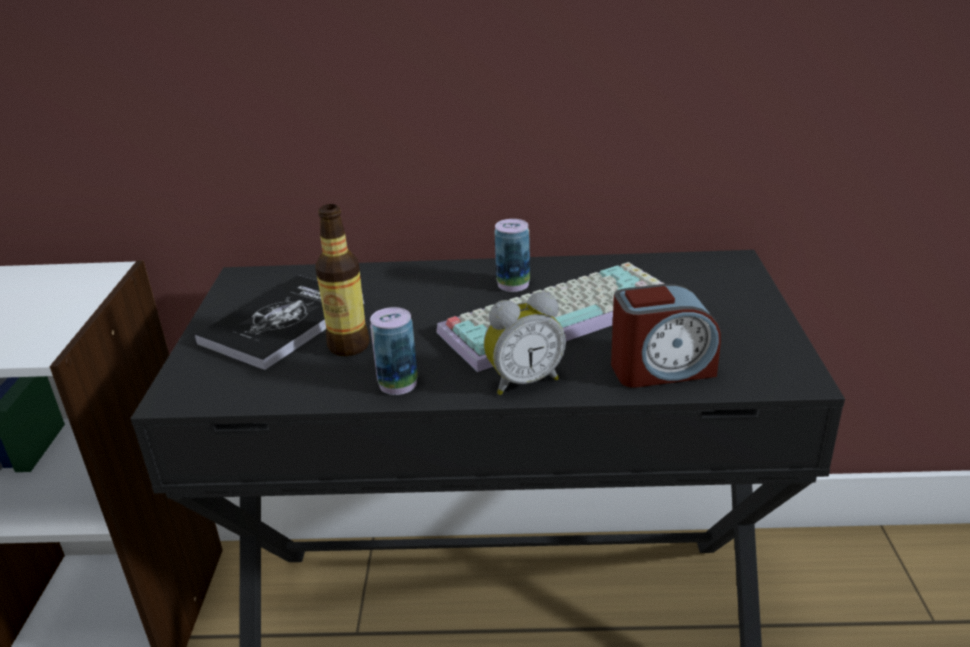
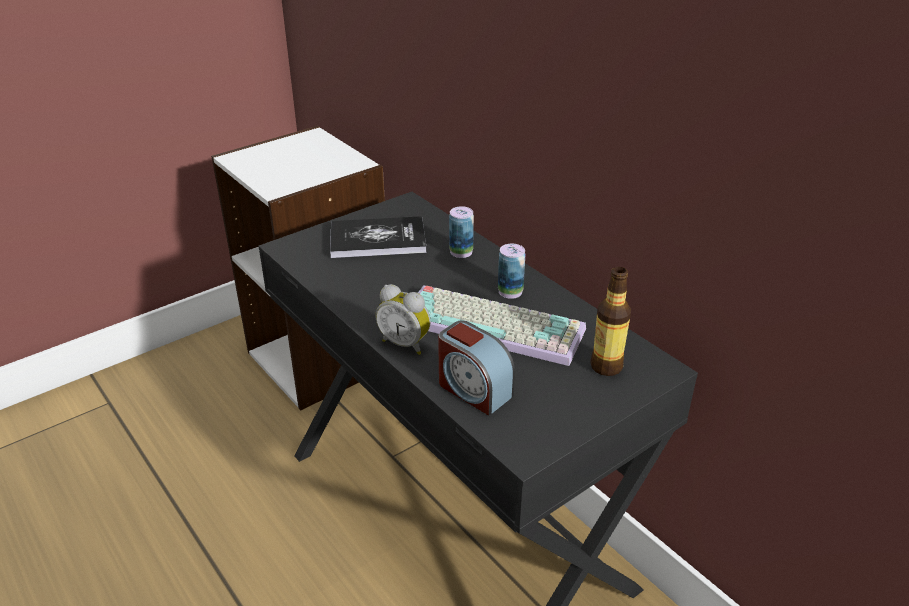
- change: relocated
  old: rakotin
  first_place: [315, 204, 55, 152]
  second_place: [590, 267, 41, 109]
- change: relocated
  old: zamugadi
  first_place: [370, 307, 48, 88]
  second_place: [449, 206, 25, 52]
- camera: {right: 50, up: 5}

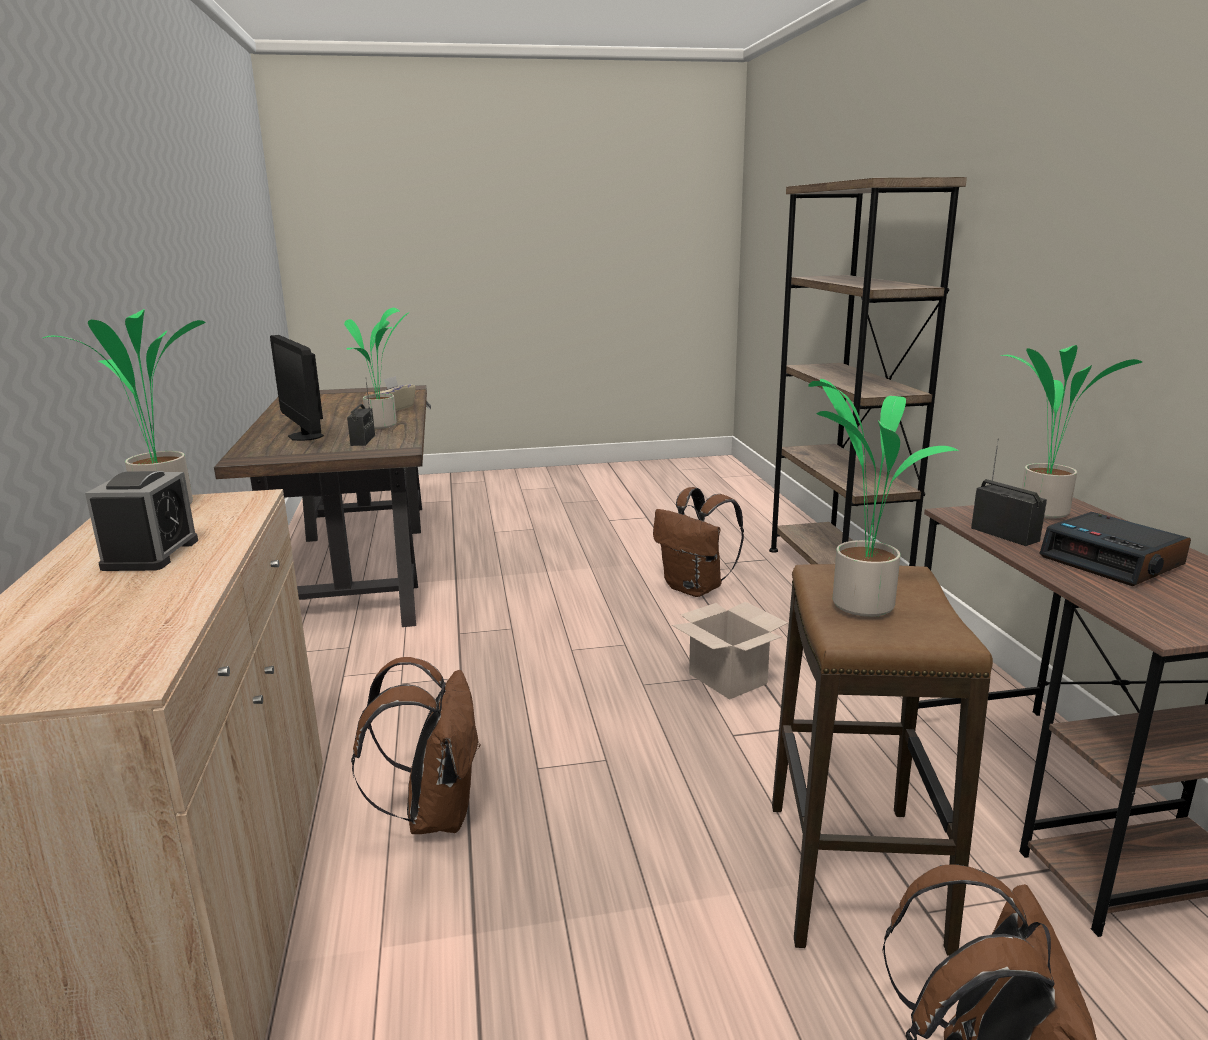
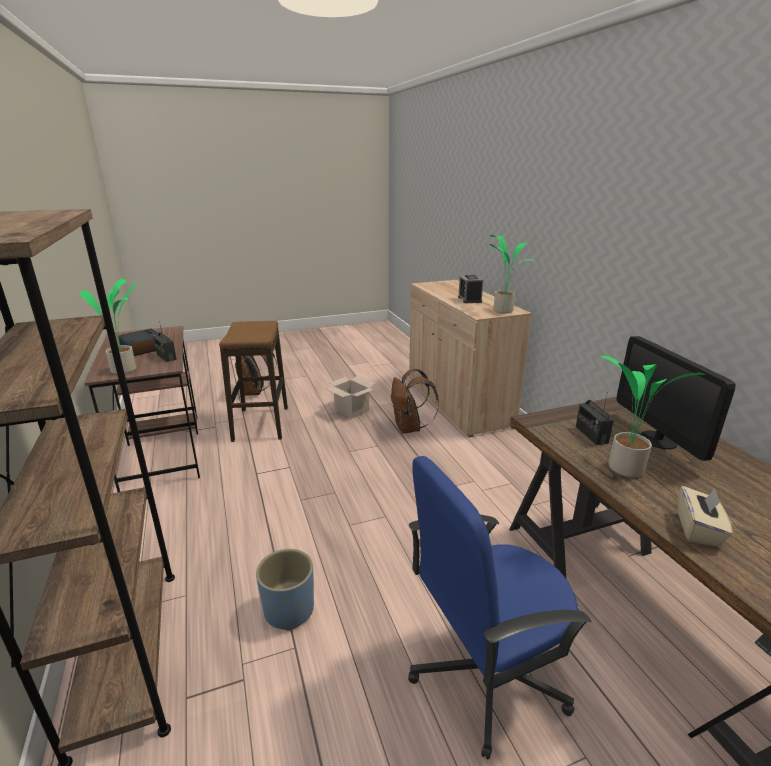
- change: spun
  old: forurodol
  first_place: [270, 335, 54, 106]
  second_place: [616, 336, 119, 125]
  degrees: -150
- change: missing
  old: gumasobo
  first_place: [808, 379, 151, 238]
- change: exchanged
  old: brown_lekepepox
  new: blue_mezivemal
  first_place: [653, 487, 91, 110]
  second_place: [256, 549, 58, 82]
- change: relocated
  old: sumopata
  first_place: [672, 602, 116, 98]
  second_place: [325, 375, 51, 43]
- change: appeared
  new: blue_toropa
  second_place: [408, 456, 184, 303]
- camera: {right: 170, up: 5}

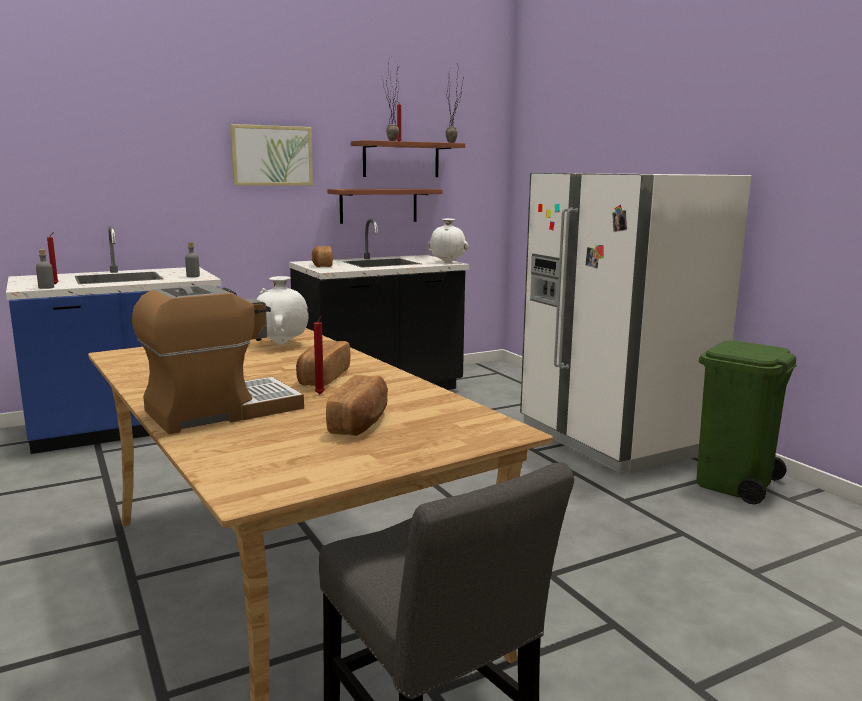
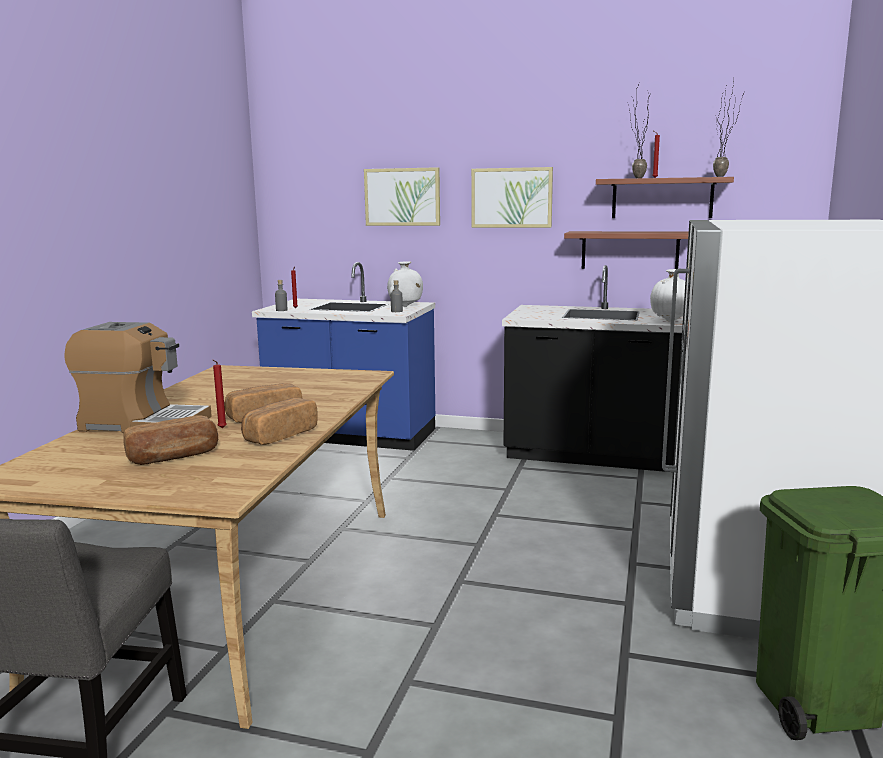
- change: relocated
  old: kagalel
  first_place: [312, 246, 21, 21]
  second_place: [241, 398, 77, 47]
- change: relocated
  old: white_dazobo
  first_place: [257, 276, 51, 69]
  second_place: [387, 261, 36, 46]
- change: appeared
  new: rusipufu
  second_place: [364, 167, 76, 59]
- camera: {right: 45, up: 0}

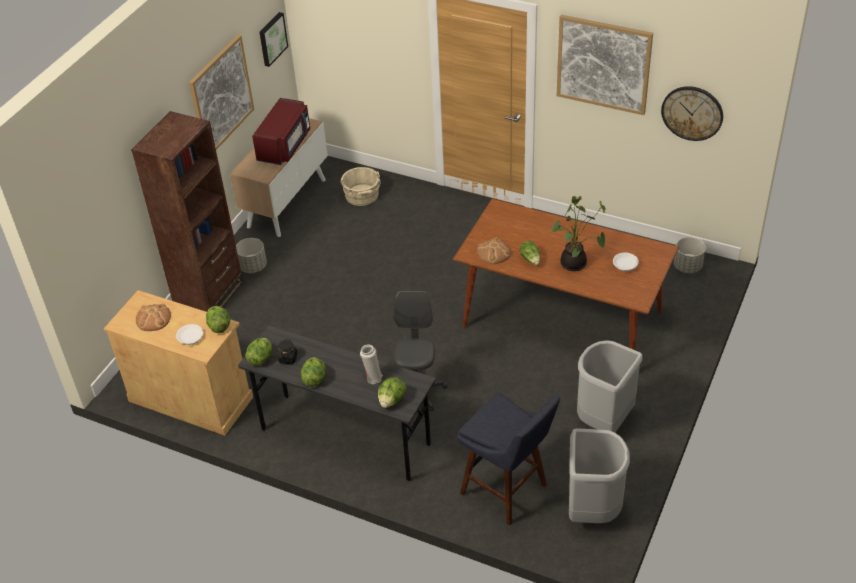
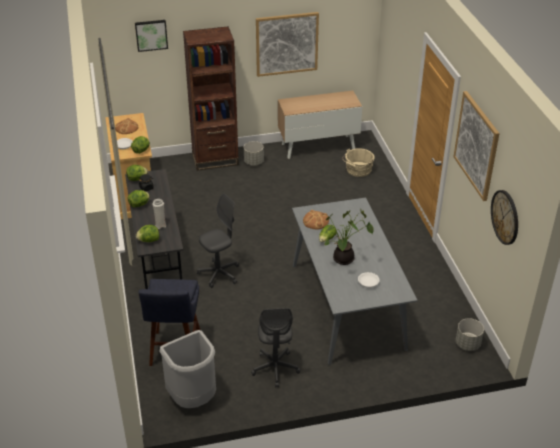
- change: relocated
  old: rusipufu
  first_place: [259, 12, 29, 55]
  second_place: [135, 20, 33, 32]
- change: missing
  old: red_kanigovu
  first_place: [252, 98, 58, 67]
- change: colour
  old: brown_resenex
  new: grey_resenex
  first_place: [453, 199, 226, 151]
  second_place: [292, 198, 126, 167]
- change: exchanged
  old: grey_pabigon
  new: grey_toropa
  first_place: [577, 340, 66, 92]
  second_place: [251, 308, 50, 79]
- camera: {right: 50, up: -5}

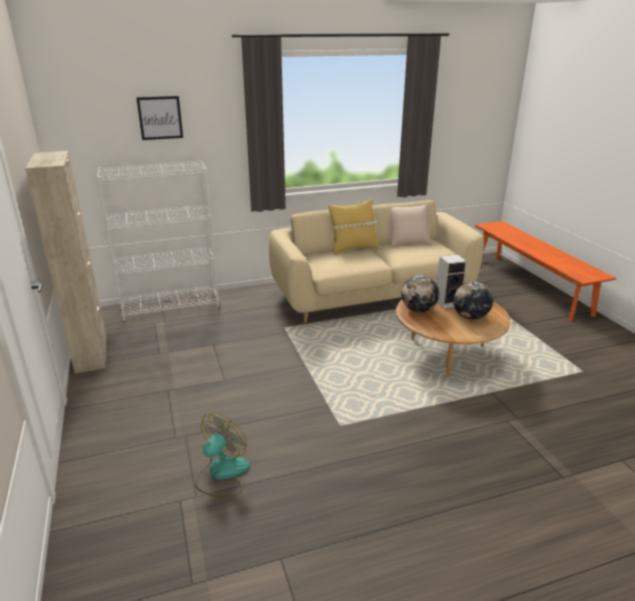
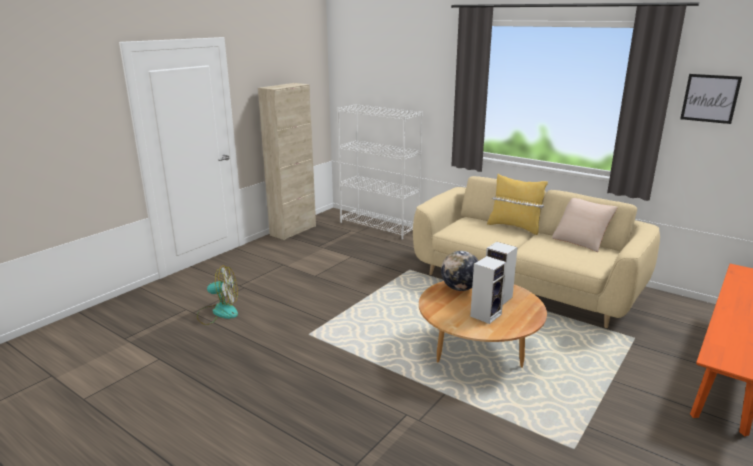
- change: relocated
  old: rusipufu
  first_place: [136, 96, 47, 44]
  second_place: [680, 74, 62, 50]
- change: exchanged
  old: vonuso
  new: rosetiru
  first_place: [453, 281, 40, 39]
  second_place: [470, 256, 37, 68]
- camera: {right: 55, up: -5}

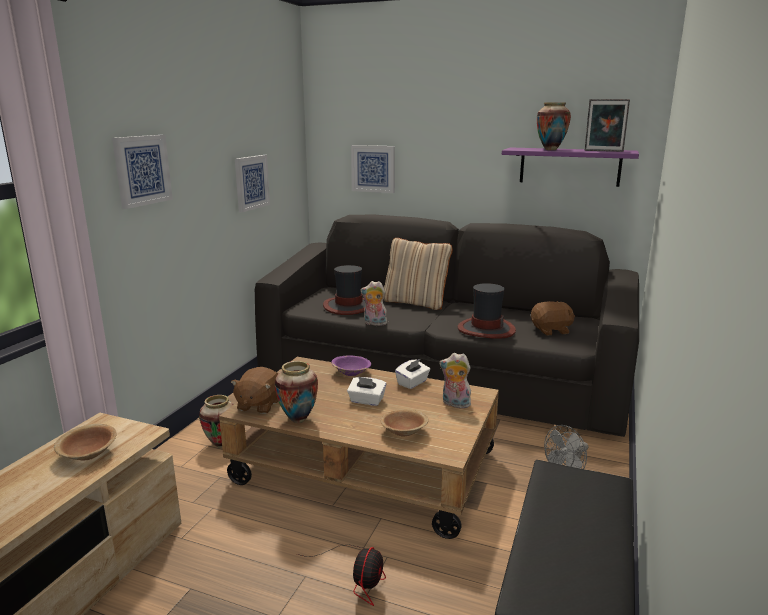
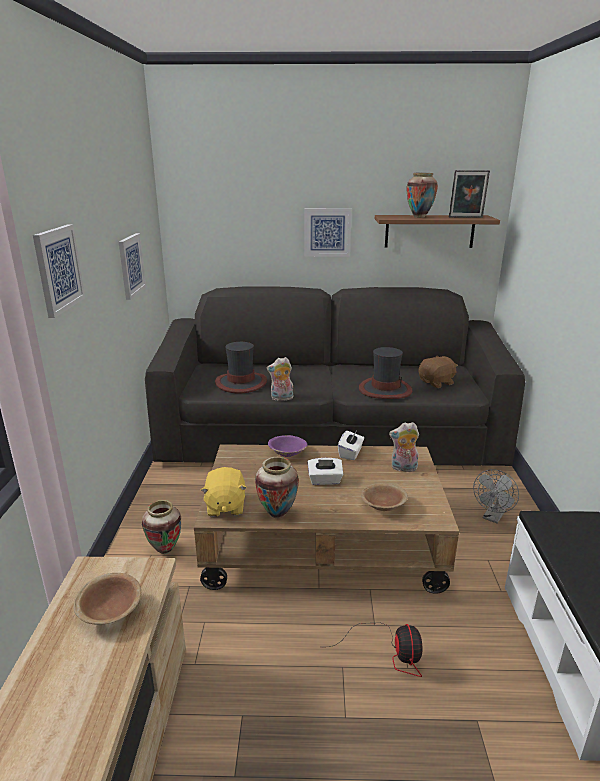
- change: relocated
  old: rusipufu
  first_place: [351, 145, 44, 48]
  second_place: [304, 208, 48, 49]
- change: colour
  old: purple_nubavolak
  new: brown_nubavolak
  first_place: [502, 148, 137, 39]
  second_place: [375, 215, 125, 33]
- change: missing
  old: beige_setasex
  first_place: [383, 238, 70, 72]
- change: colour
  old: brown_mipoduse
  new: yellow_mipoduse
  first_place: [231, 367, 47, 47]
  second_place: [201, 467, 46, 50]
- camera: {right: -20, up: 5}

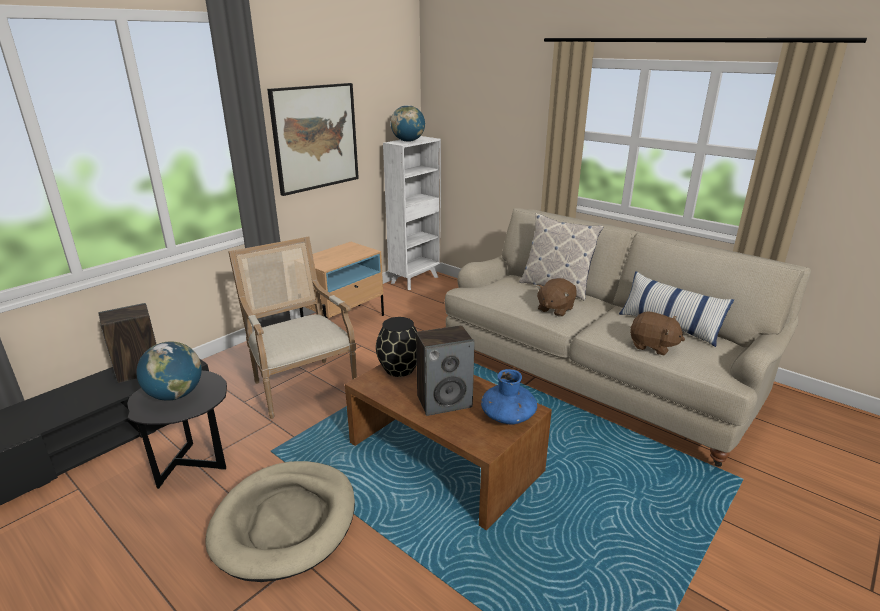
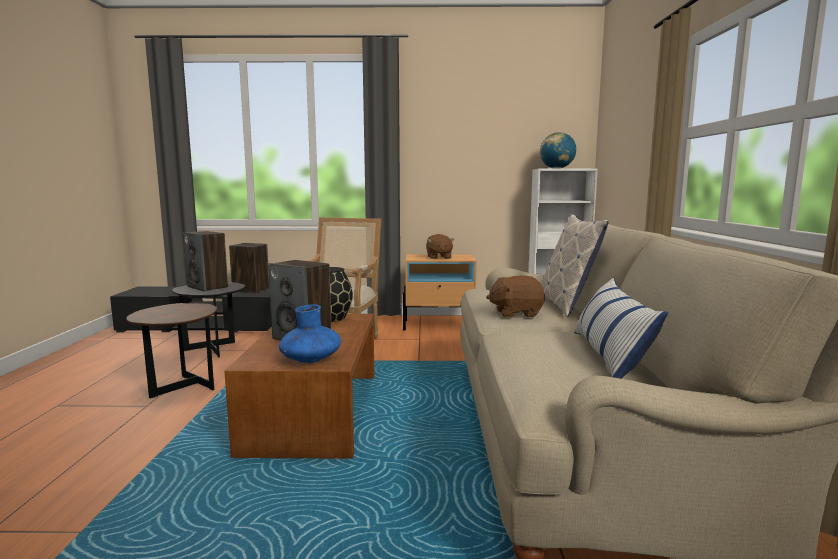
- change: missing
  old: rusipufu
  first_place: [267, 83, 92, 113]
- change: relocated
  old: brown_mipoduse
  first_place: [630, 311, 55, 44]
  second_place: [426, 234, 29, 25]
- change: exchanged
  old: vonuso
  new: rosetiru
  first_place: [136, 341, 66, 60]
  second_place: [183, 231, 45, 60]
- change: exchanged
  old: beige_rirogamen
  new: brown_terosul
  first_place: [205, 461, 150, 121]
  second_place: [126, 303, 91, 96]
- camera: {right: 50, up: -15}

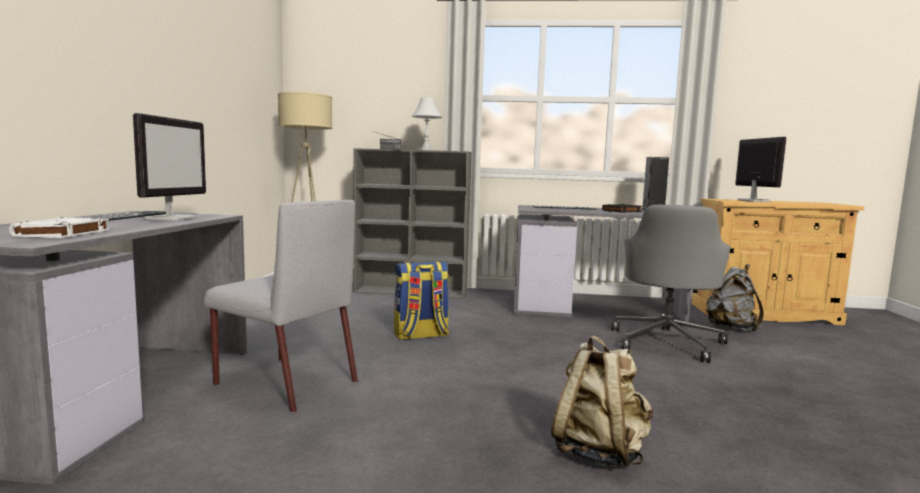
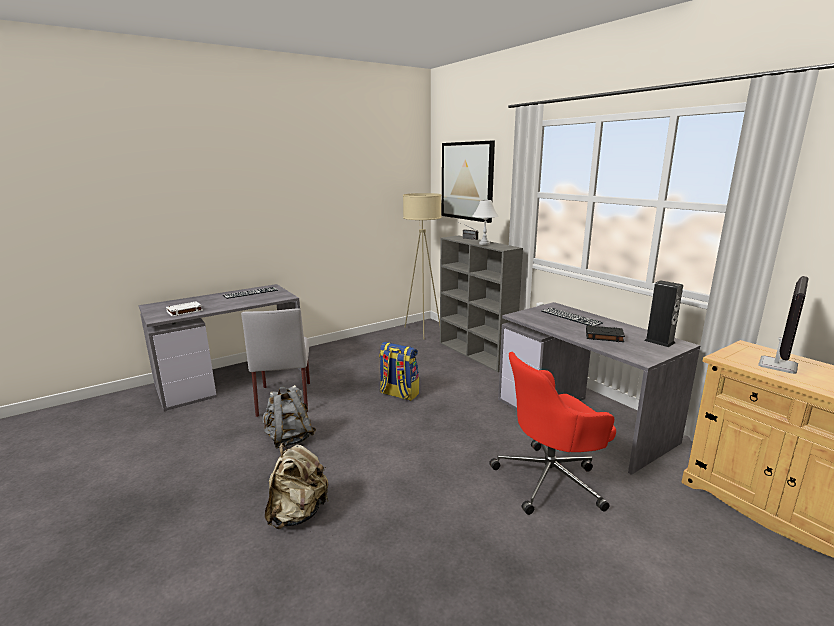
- change: missing
  old: forurodol
  first_place: [133, 113, 73, 108]
- change: colour
  old: grey_toropa
  new: red_toropa
  first_place: [611, 205, 120, 158]
  second_place: [489, 352, 127, 163]
- change: relocated
  old: grey_lekepepox
  first_place: [705, 264, 59, 67]
  second_place: [262, 385, 54, 64]
- change: appeared
  new: rusipufu
  second_place: [442, 141, 53, 82]
- camera: {right: 50, up: 10}

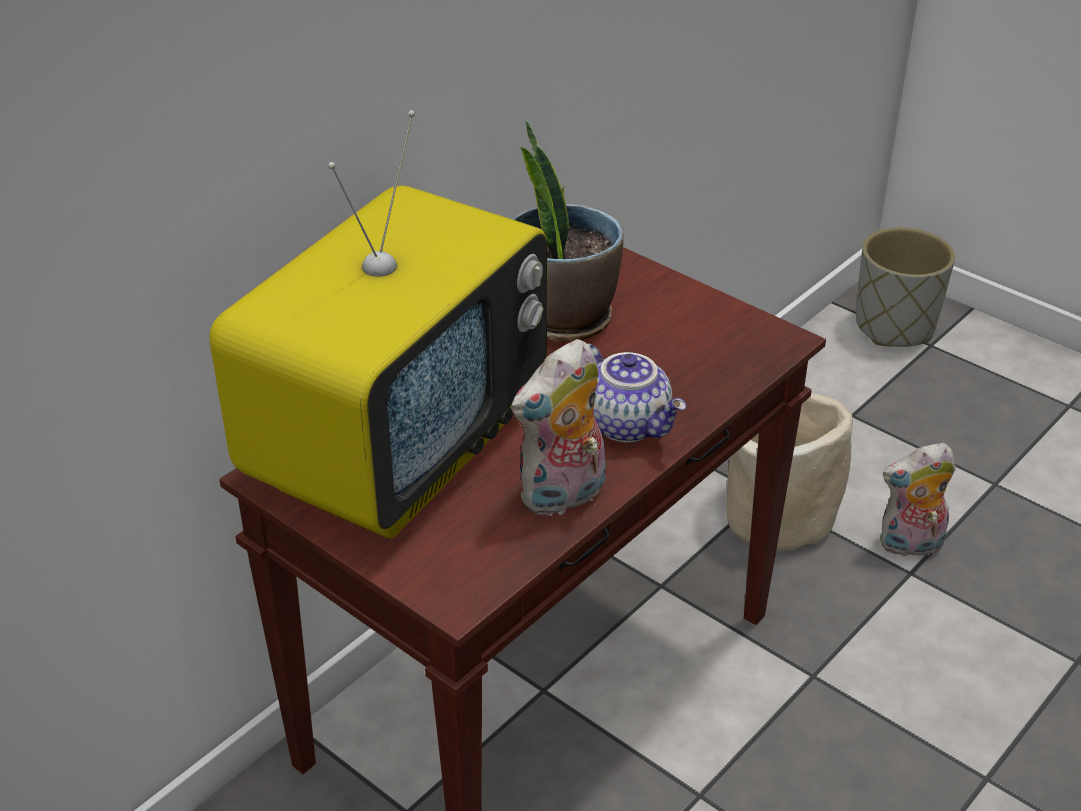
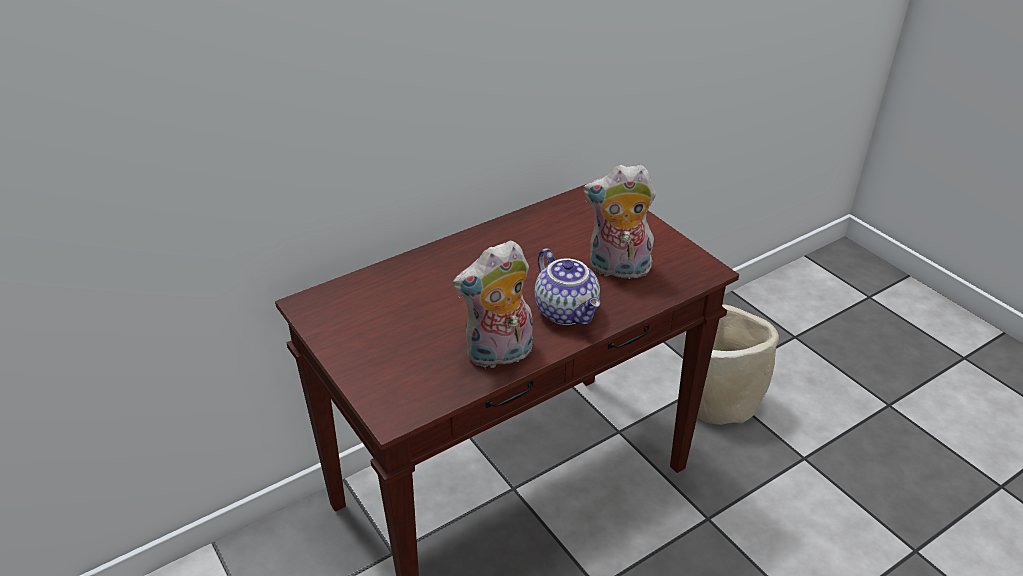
- change: missing
  old: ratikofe
  first_place: [209, 110, 338, 428]
- change: missing
  old: gumasobo
  first_place: [512, 120, 112, 222]
- change: missing
  old: grey_mezivemal
  first_place: [856, 227, 99, 120]
- change: relocated
  old: mipoduse
  first_place: [880, 443, 76, 114]
  second_place: [583, 165, 73, 114]
- camera: {right: 15, up: 0}

